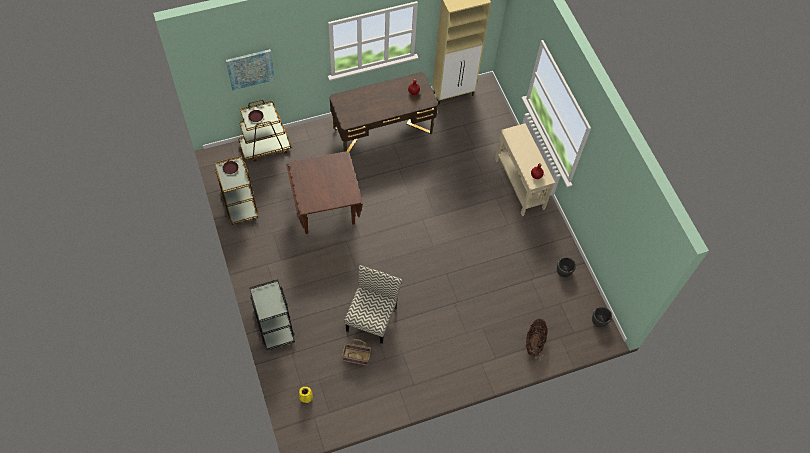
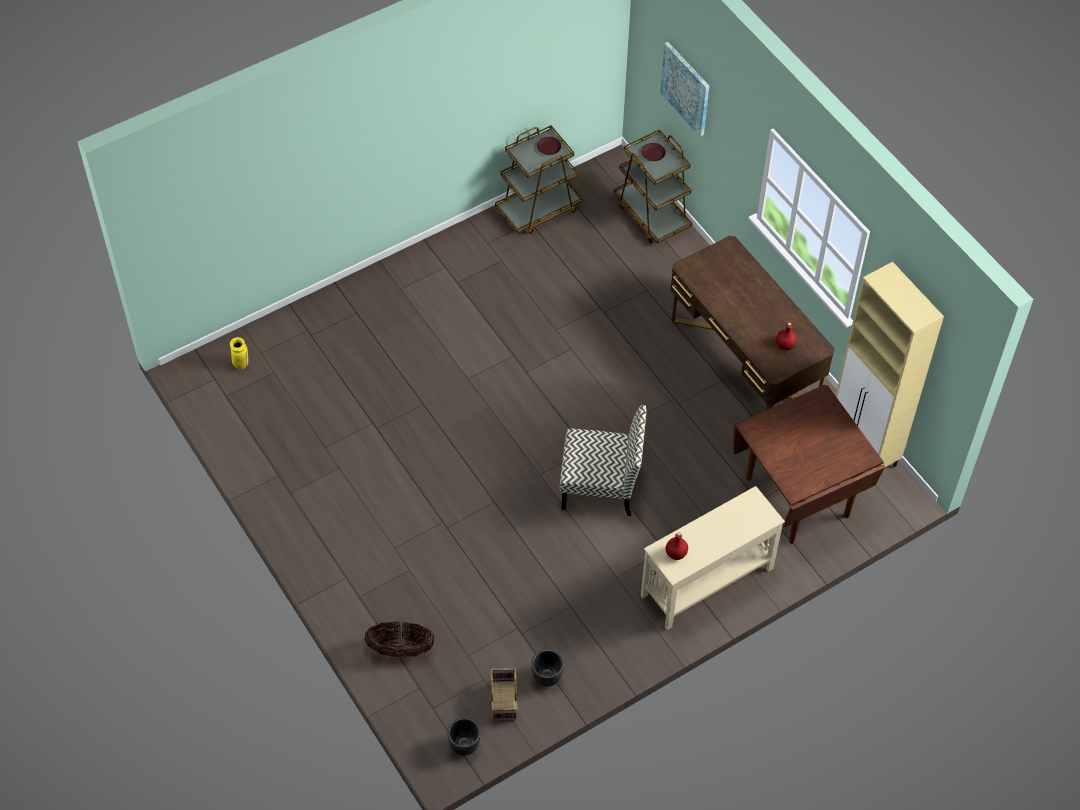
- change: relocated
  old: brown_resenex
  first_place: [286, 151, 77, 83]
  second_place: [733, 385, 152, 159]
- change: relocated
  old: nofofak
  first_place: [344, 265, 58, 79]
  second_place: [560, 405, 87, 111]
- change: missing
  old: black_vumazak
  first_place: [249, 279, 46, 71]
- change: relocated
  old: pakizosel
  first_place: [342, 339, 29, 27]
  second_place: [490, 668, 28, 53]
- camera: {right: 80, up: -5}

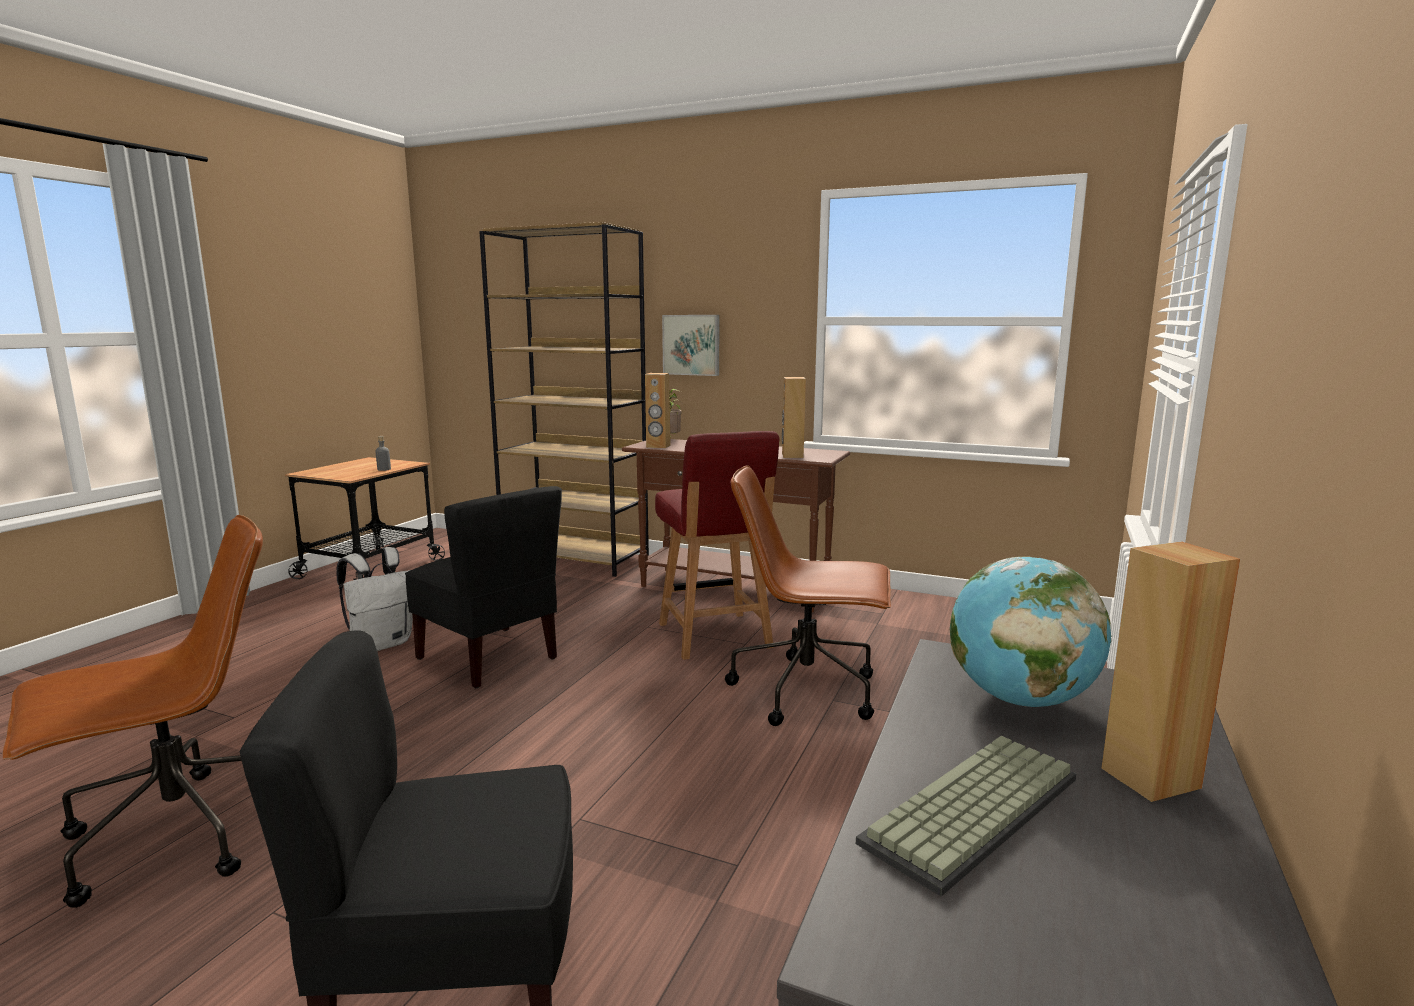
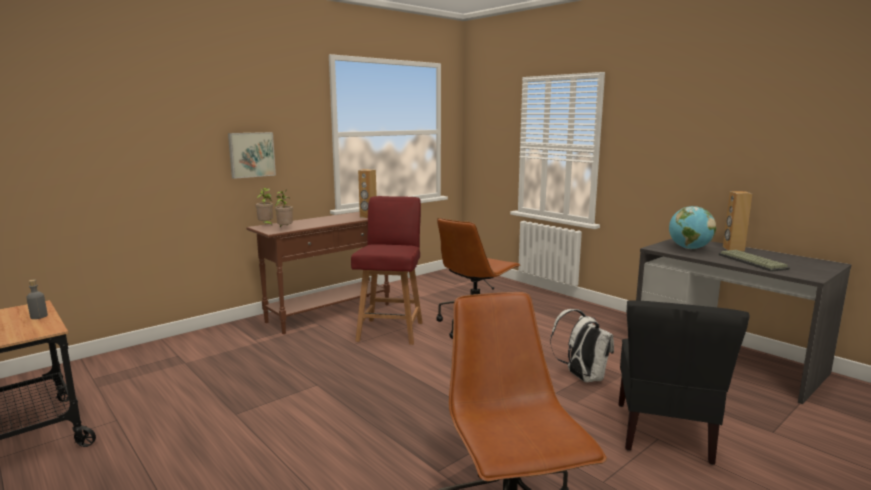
- change: missing
  old: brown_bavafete
  first_place: [479, 222, 170, 355]
- change: exchanged
  old: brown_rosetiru
  new: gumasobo
  first_place: [645, 373, 26, 75]
  second_place: [274, 189, 19, 39]
- change: spun
  old: red_nofofak
  first_place: [655, 431, 125, 229]
  second_place: [351, 196, 72, 149]
  degrees: -90
- change: missing
  old: black_nofofak
  first_place: [405, 486, 157, 202]
- change: relocated
  old: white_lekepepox
  first_place: [336, 547, 77, 104]
  second_place: [550, 309, 64, 73]
- camera: {right: -65, up: 0}

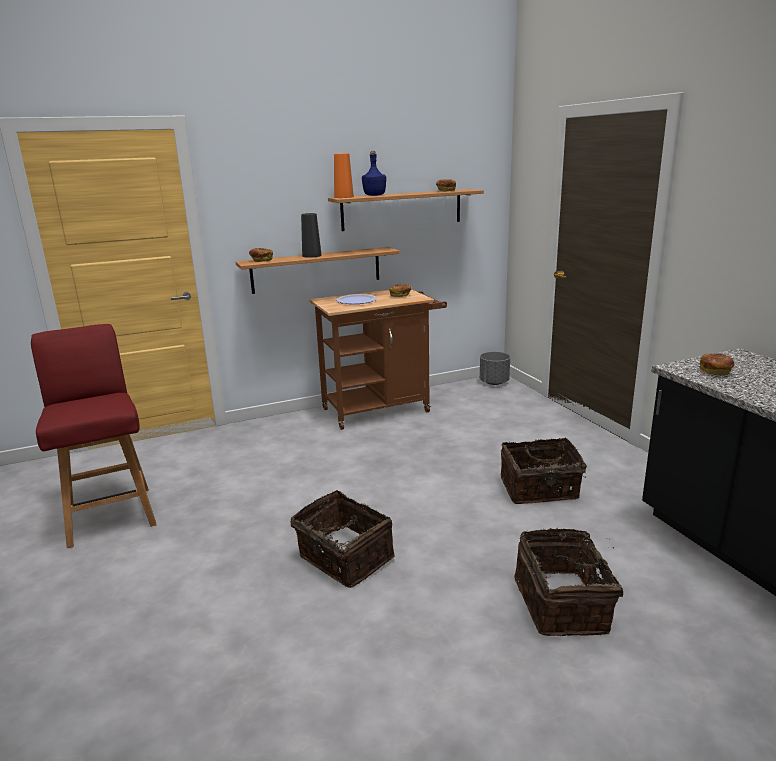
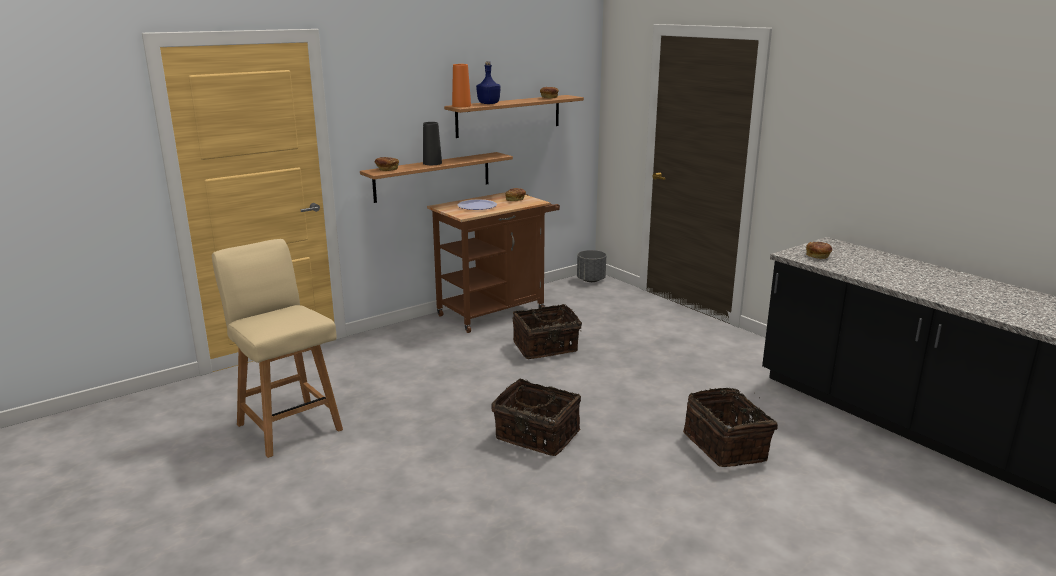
- change: colour
  old: red_nofofak
  new: beige_nofofak
  first_place: [31, 324, 126, 224]
  second_place: [211, 239, 132, 219]
- change: relocated
  old: pakizosel
  first_place: [501, 437, 86, 67]
  second_place: [512, 304, 70, 55]
- camera: {right: -15, up: 0}

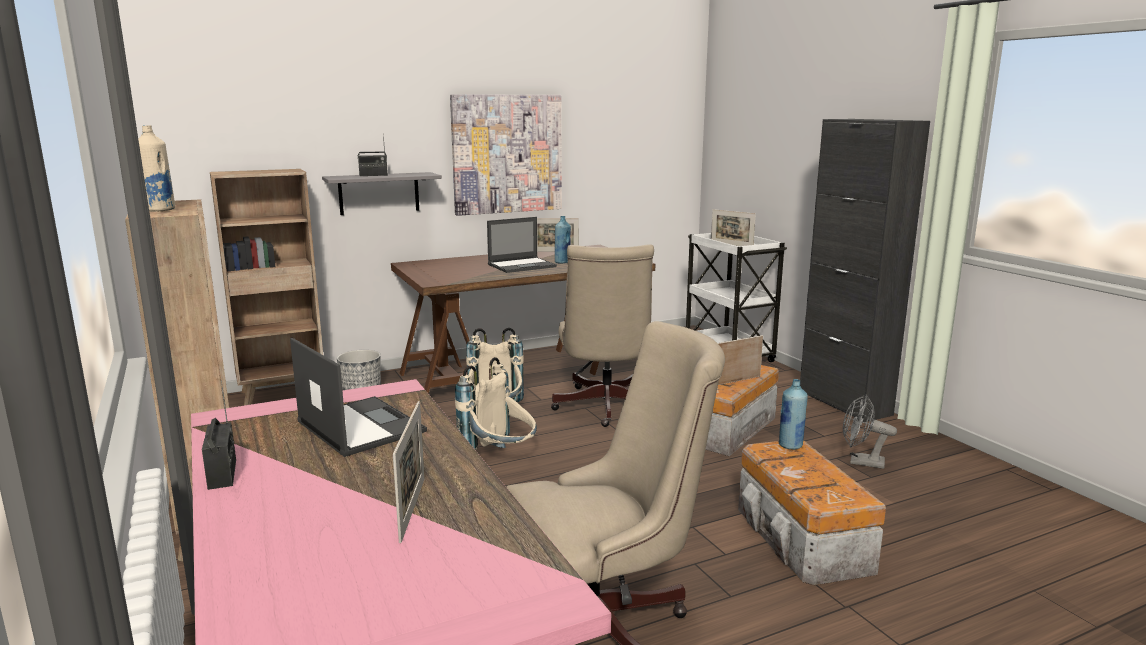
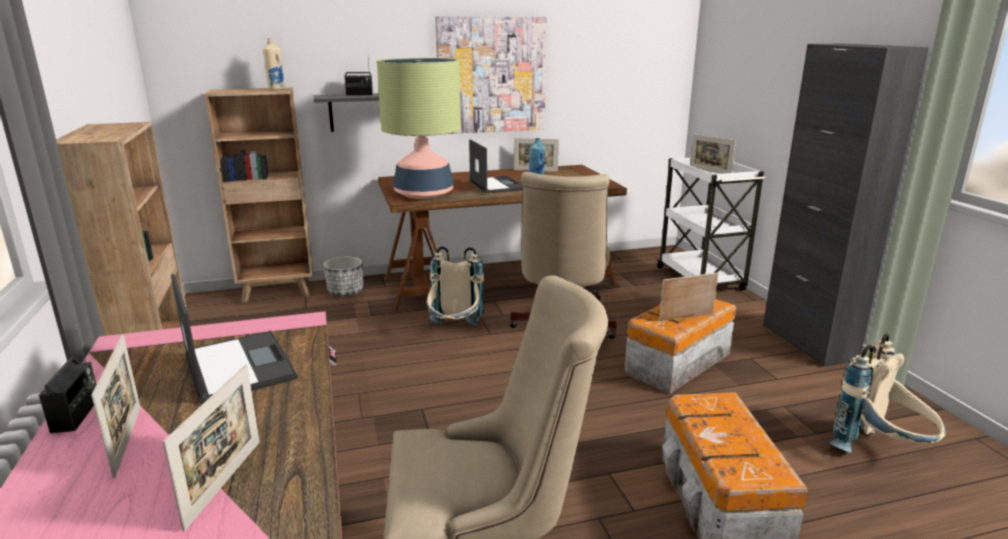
- change: relocated
  old: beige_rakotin
  first_place: [138, 125, 37, 87]
  second_place: [263, 38, 22, 52]
- change: spun
  old: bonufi
  first_place: [487, 217, 70, 56]
  second_place: [469, 139, 53, 54]
  degrees: -90
- change: relocated
  old: beige_lekepepox
  first_place: [455, 357, 82, 93]
  second_place: [829, 334, 117, 119]
- change: missing
  old: blue_rakotin
  first_place: [778, 379, 30, 71]
- change: missing
  old: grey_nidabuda
  first_place: [843, 395, 54, 74]
- change: appeared
  new: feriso
  second_place: [377, 58, 84, 141]
- change: appeared
  new: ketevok
  second_place: [91, 334, 50, 144]
- camera: {right: 10, up: 5}

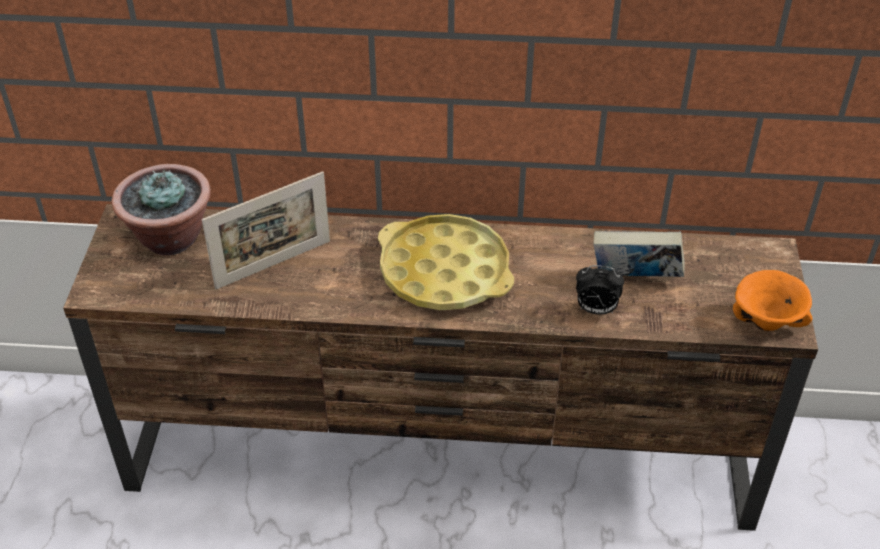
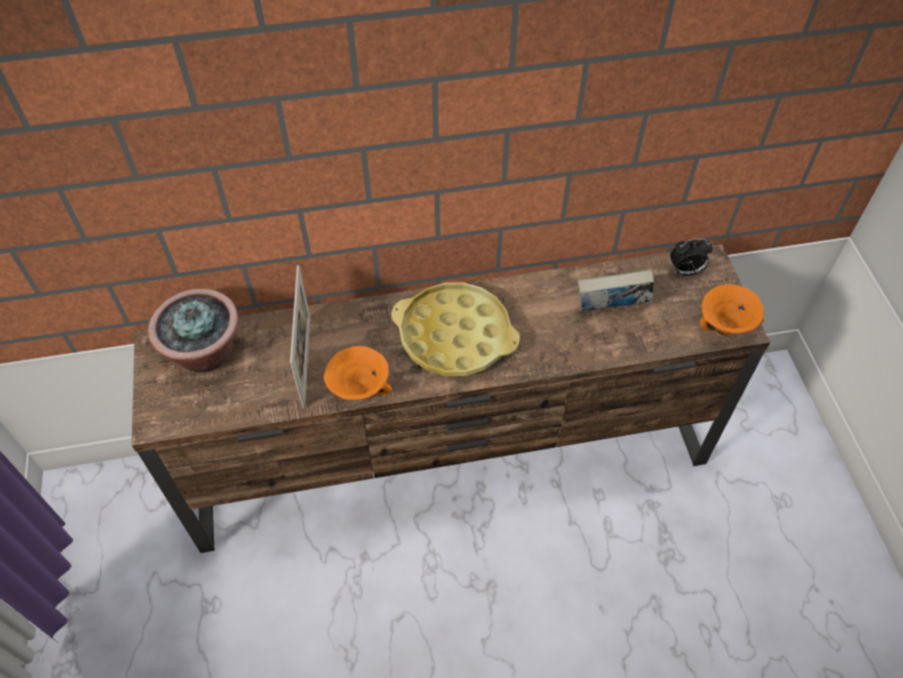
- change: spun
  old: ketevok
  first_place: [202, 171, 128, 118]
  second_place: [290, 265, 20, 144]
  degrees: -45
- change: relocated
  old: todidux
  first_place: [576, 265, 48, 50]
  second_place: [670, 239, 43, 37]
- change: appeared
  new: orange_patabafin
  second_place: [324, 346, 68, 54]
- camera: {right: -15, up: 10}

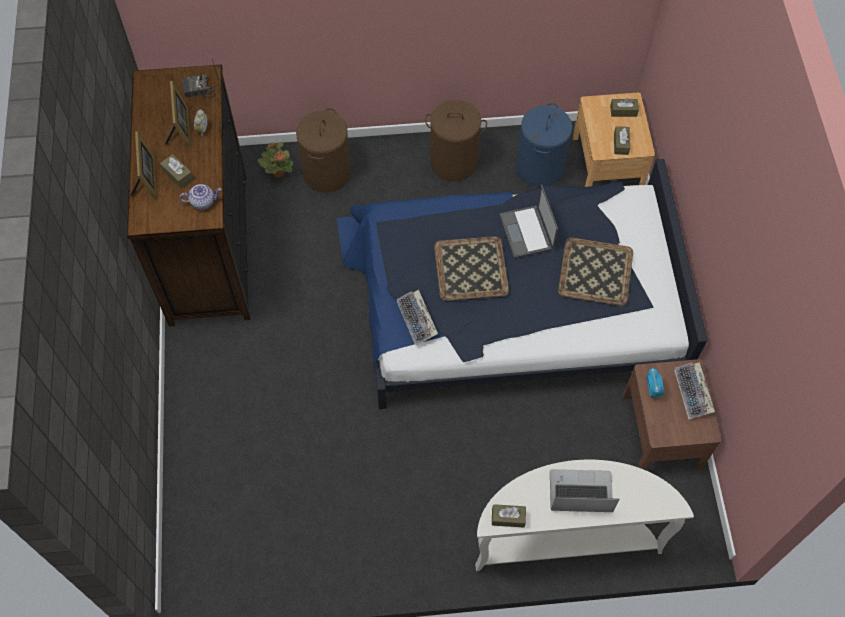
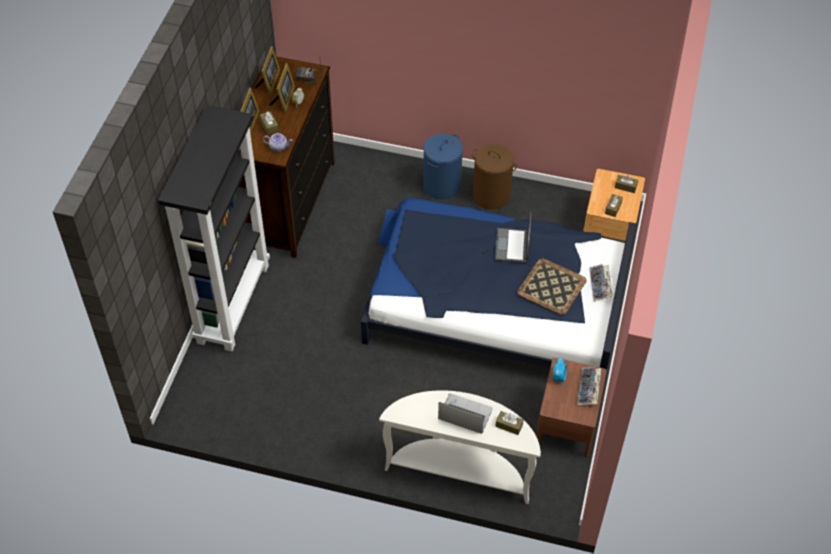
- change: relocated
  old: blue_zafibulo
  first_place: [516, 103, 56, 84]
  second_place: [423, 134, 40, 65]
- change: missing
  old: brown_zafibulo
  first_place: [296, 108, 55, 85]
- change: missing
  old: gumasobo
  first_place: [258, 142, 35, 36]
- change: missing
  old: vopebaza
  first_place: [434, 236, 75, 65]
- change: relocated
  old: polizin
  first_place: [397, 290, 41, 56]
  second_place: [590, 264, 23, 38]
- change: relocated
  old: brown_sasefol
  first_place: [492, 504, 34, 23]
  second_place: [495, 411, 29, 24]
- change: appeared
  new: ketevok
  second_place: [255, 46, 25, 49]
- change: appeared
  new: black_bavafete
  second_place: [158, 105, 112, 246]
- camera: {right: 20, up: -10}

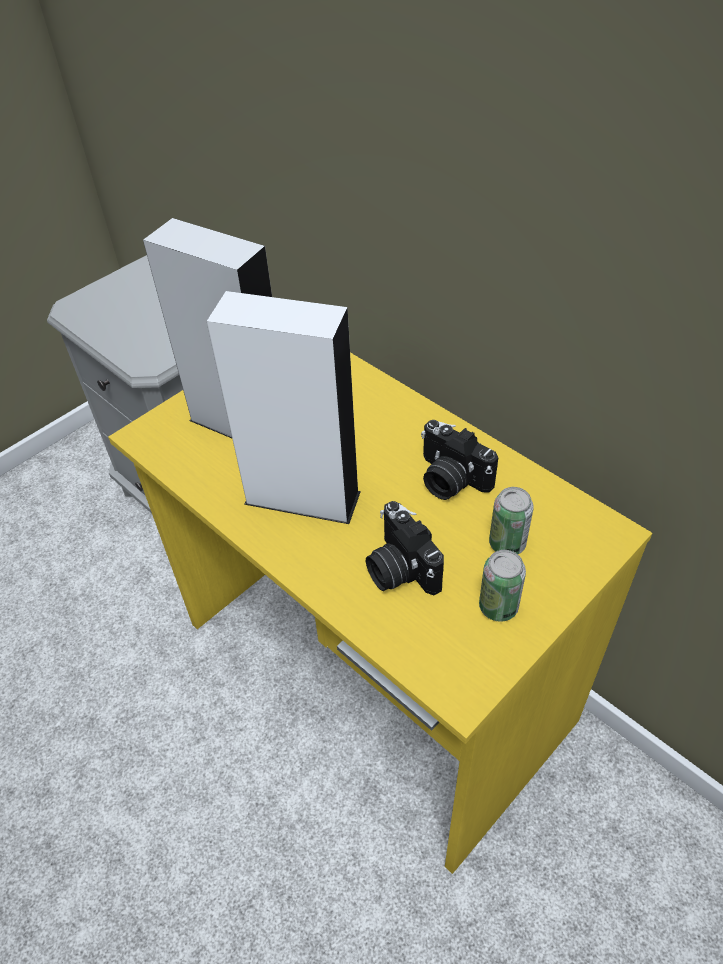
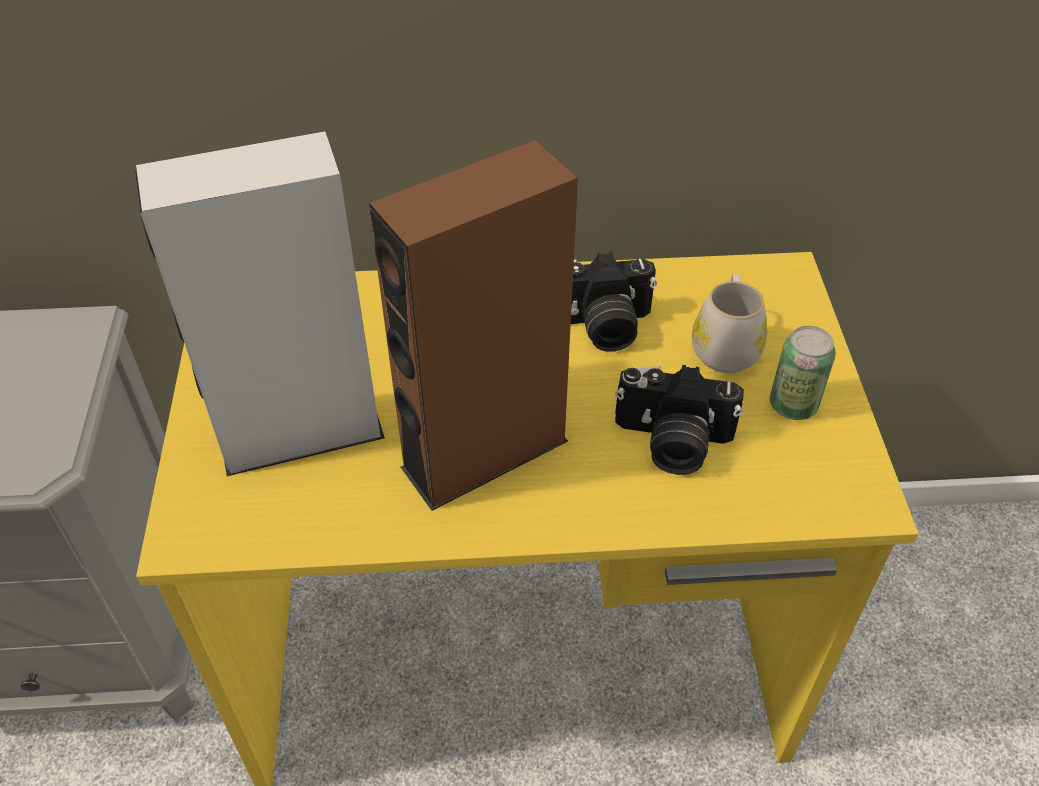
- change: colour
  old: white_rosetiru
  new: brown_rosetiru
  first_place: [207, 291, 154, 233]
  second_place: [369, 140, 209, 371]
- change: exchanged
  old: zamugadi
  new: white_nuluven
  first_place: [489, 487, 45, 67]
  second_place: [692, 274, 75, 99]
- camera: {right: -50, up: 0}

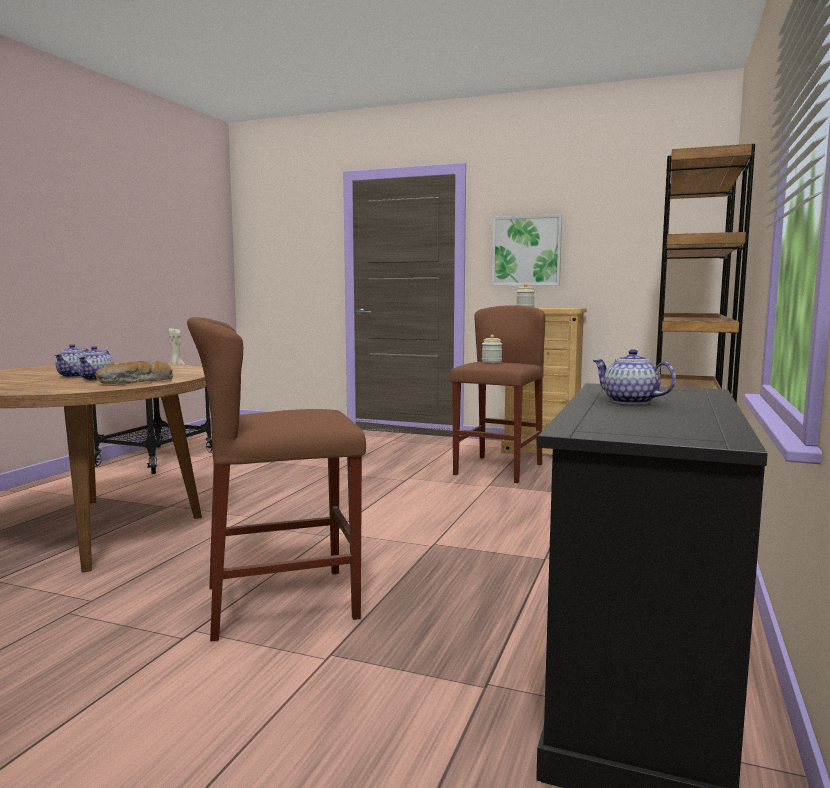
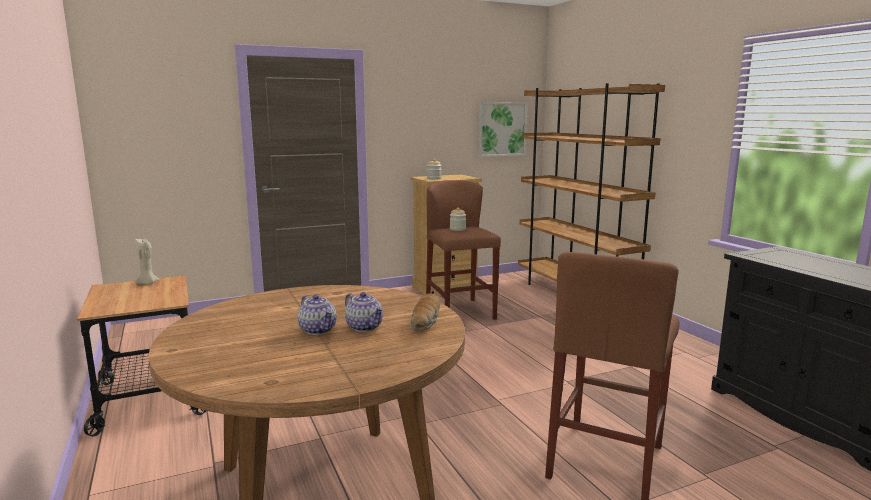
- change: relocated
  old: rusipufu
  first_place: [492, 214, 70, 72]
  second_place: [479, 102, 48, 55]
- change: missing
  old: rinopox
  first_place: [593, 349, 83, 56]
- camera: {right: -45, up: 5}

